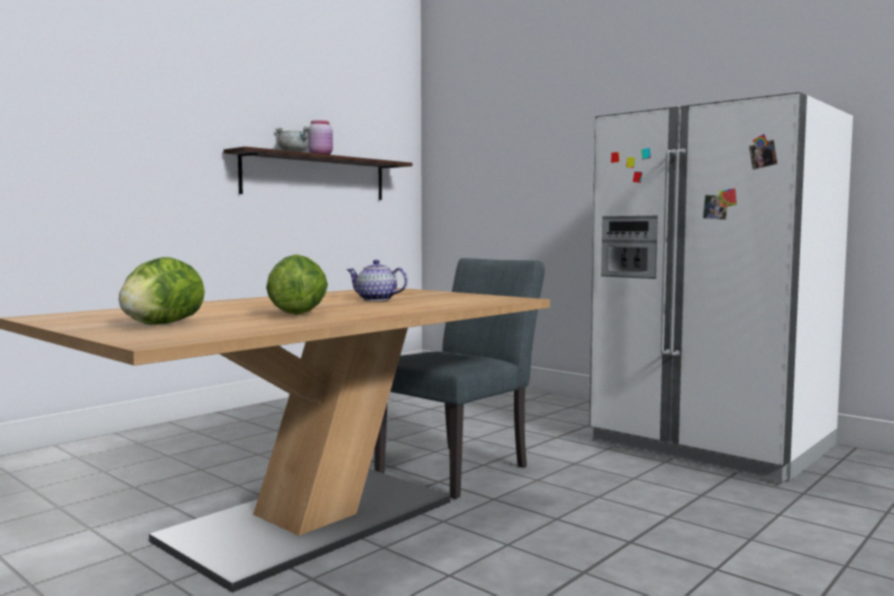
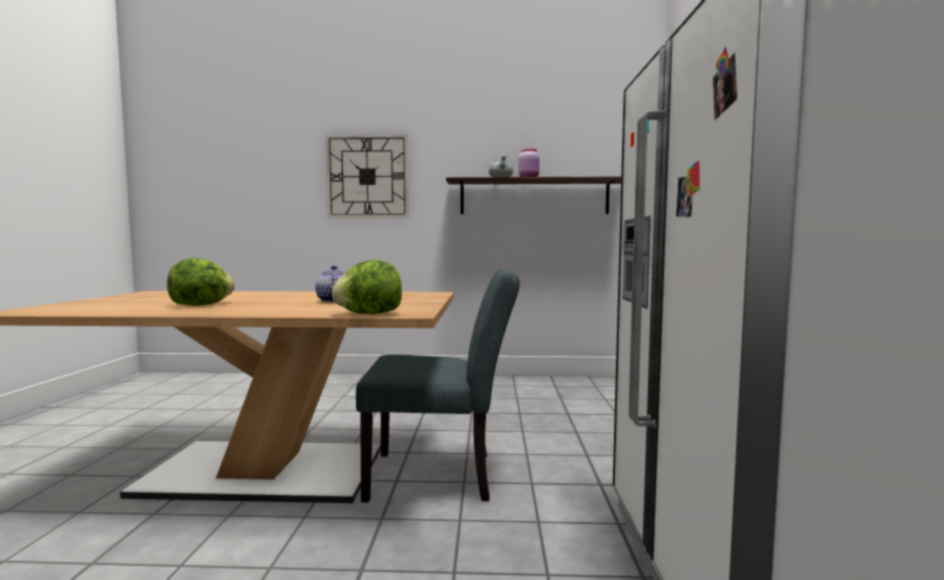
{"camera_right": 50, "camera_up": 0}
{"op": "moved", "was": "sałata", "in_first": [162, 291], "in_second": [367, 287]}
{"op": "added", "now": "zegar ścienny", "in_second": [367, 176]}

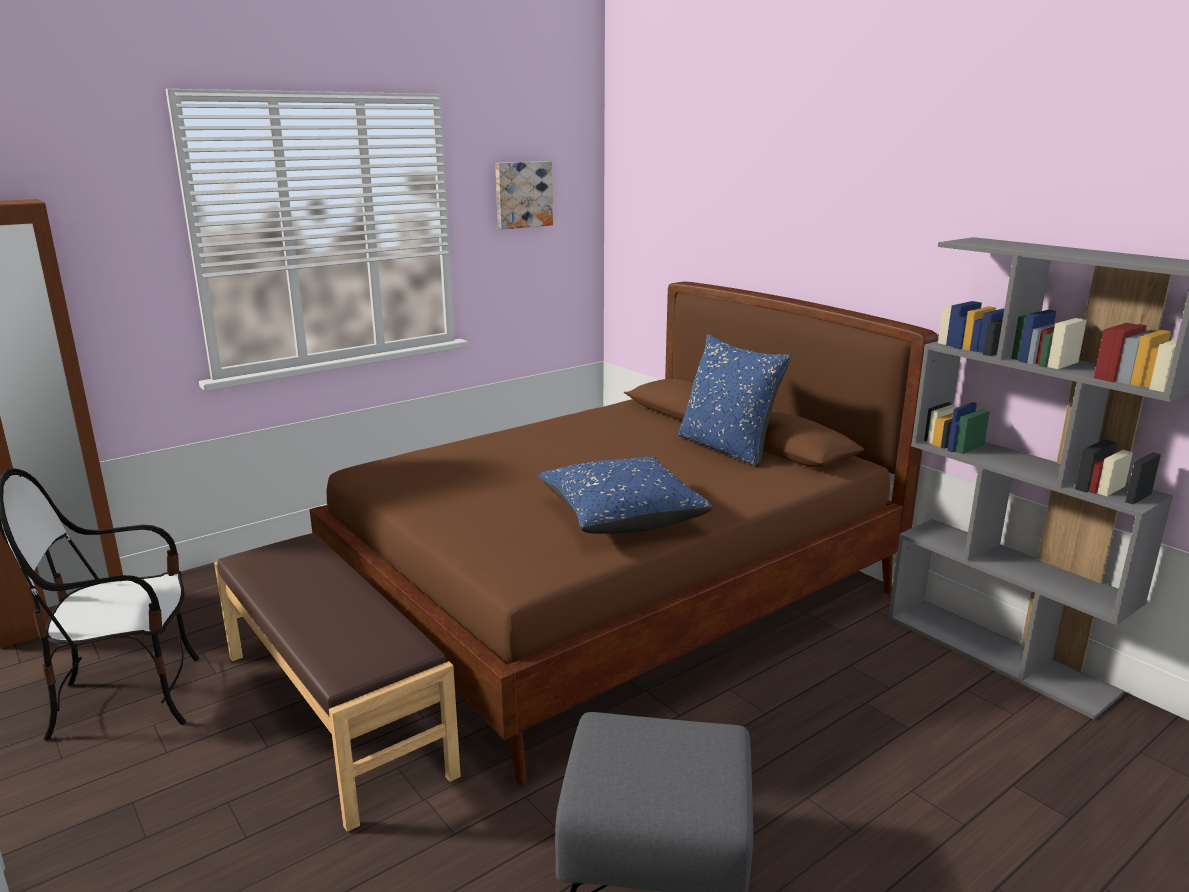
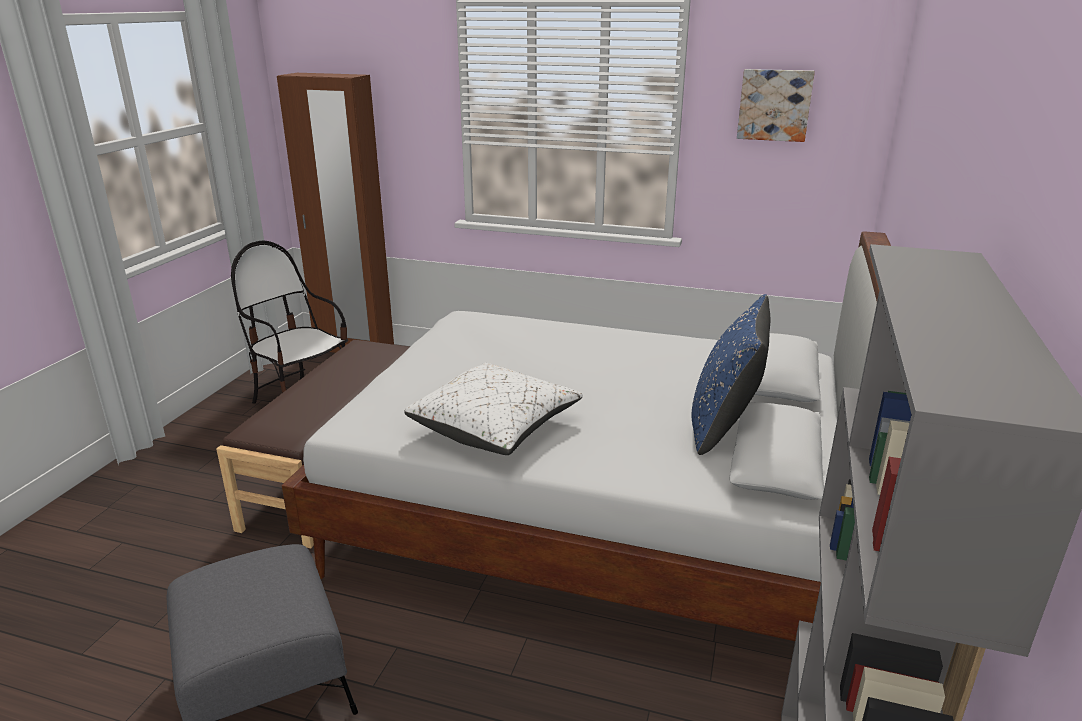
{"camera_right": 55, "camera_up": 5}
{"op": "recoloured", "was": "łóżko/brązowy", "now": "łóżko/biały", "in_first": [623, 533], "in_second": [586, 436]}
{"op": "recoloured", "was": "poduszka/niebieski", "now": "poduszka/biały", "in_first": [625, 495], "in_second": [493, 409]}

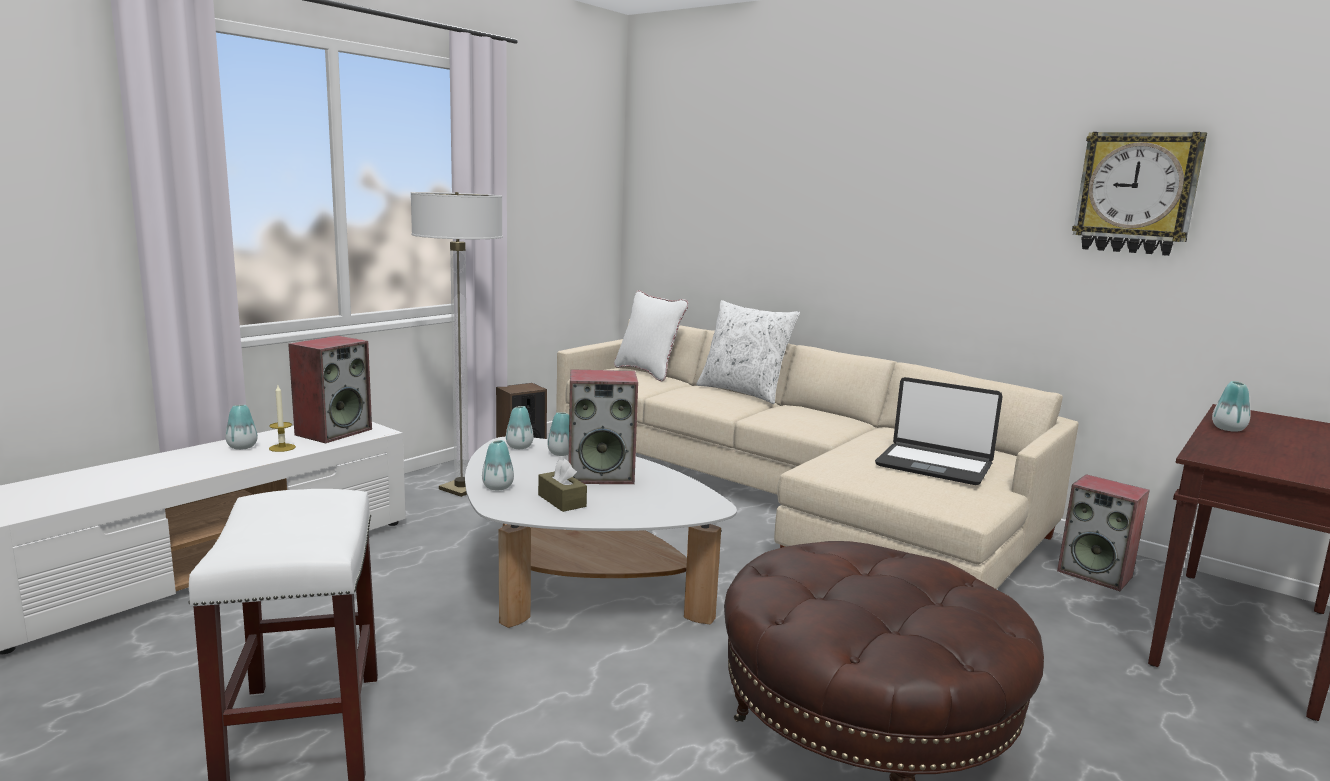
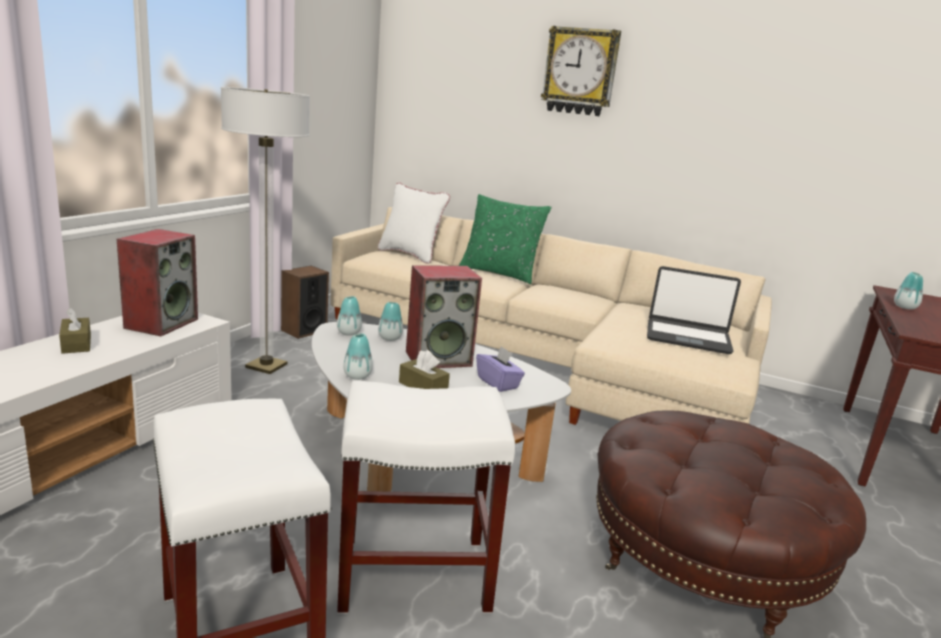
{"camera_right": -15, "camera_up": 5}
{"op": "moved", "was": "zegar ścienny", "in_first": [1139, 194], "in_second": [581, 71]}
{"op": "recoloured", "was": "poduszka/biały", "now": "poduszka/zielony", "in_first": [748, 352], "in_second": [505, 239]}
{"op": "removed", "was": "świeca", "in_first": [282, 418]}
{"op": "replaced", "was": "wazon", "now": "pudełko chusteczek/brązowy", "in_first": [242, 427], "in_second": [75, 330]}
{"op": "removed", "was": "głośnik", "in_first": [1103, 532]}
{"op": "added", "now": "pudełko chusteczek/fioletowy", "in_second": [500, 369]}
{"op": "added", "now": "stołek/biały", "in_second": [426, 497]}

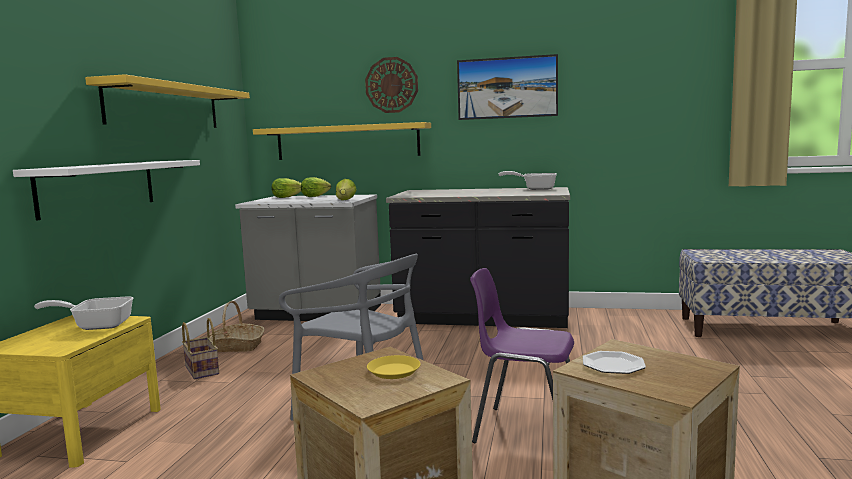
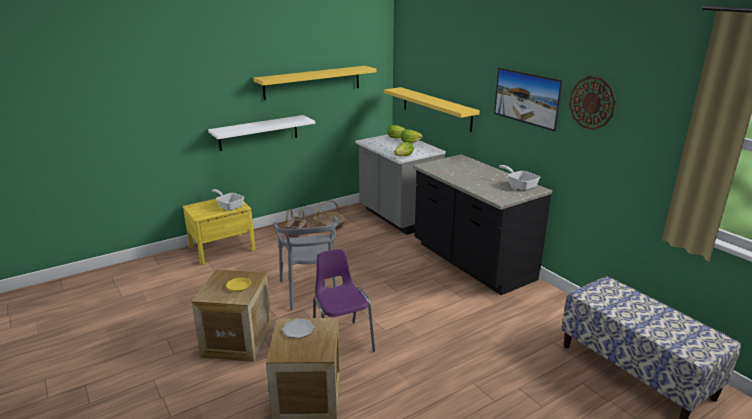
{"camera_right": 45, "camera_up": 15}
{"op": "moved", "was": "zegar ścienny", "in_first": [391, 85], "in_second": [592, 103]}

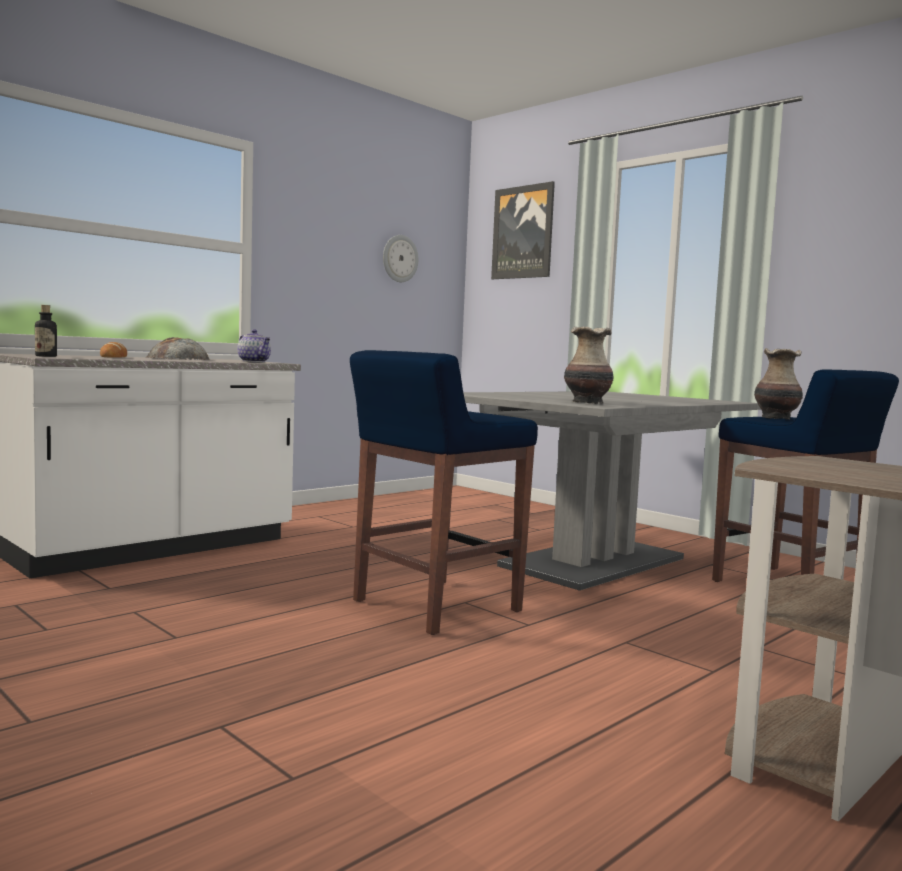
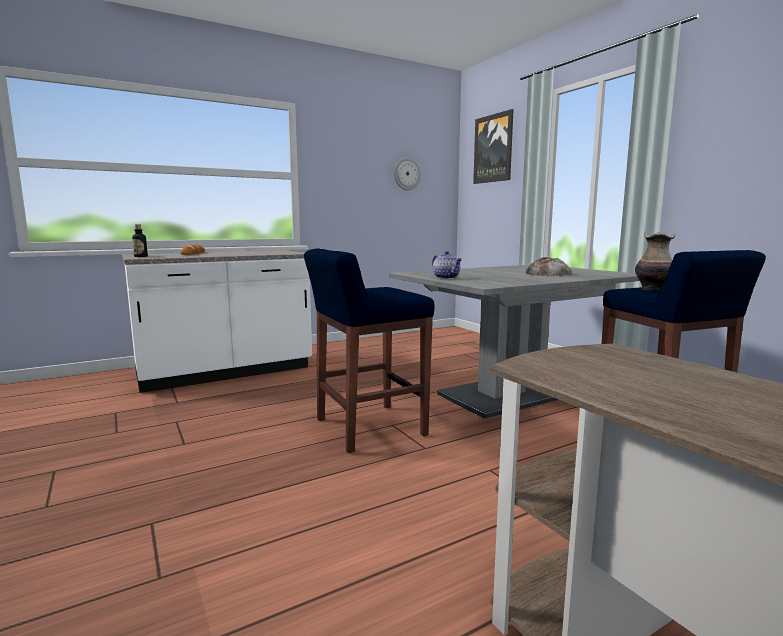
{"camera_right": 15, "camera_up": 5}
{"op": "removed", "was": "wazon", "in_first": [589, 365]}
{"op": "moved", "was": "imbryk", "in_first": [254, 346], "in_second": [447, 265]}
{"op": "moved", "was": "chleb", "in_first": [178, 348], "in_second": [549, 266]}

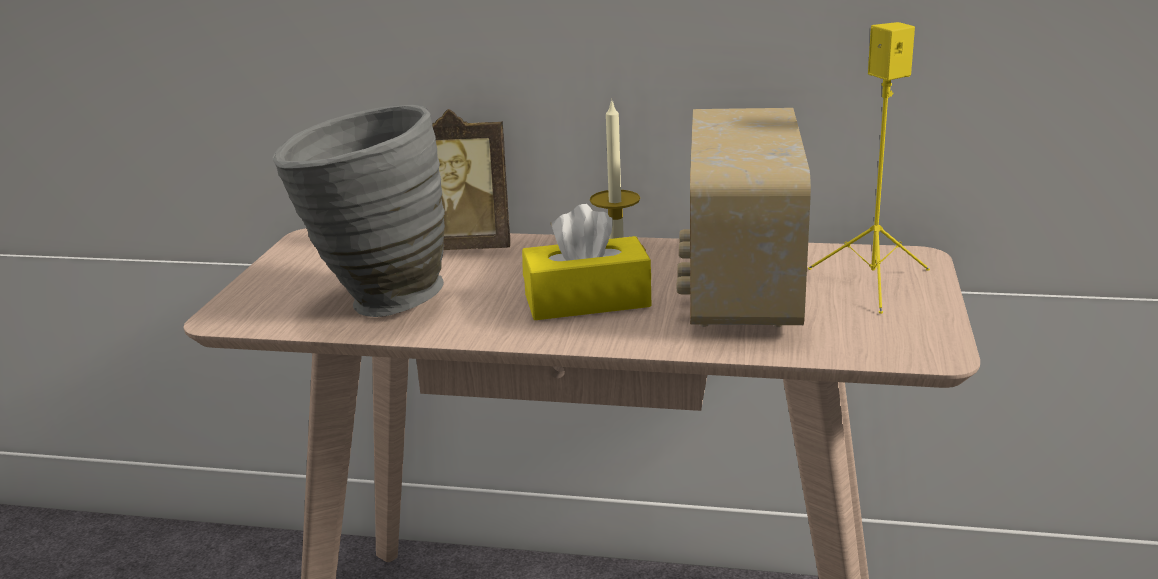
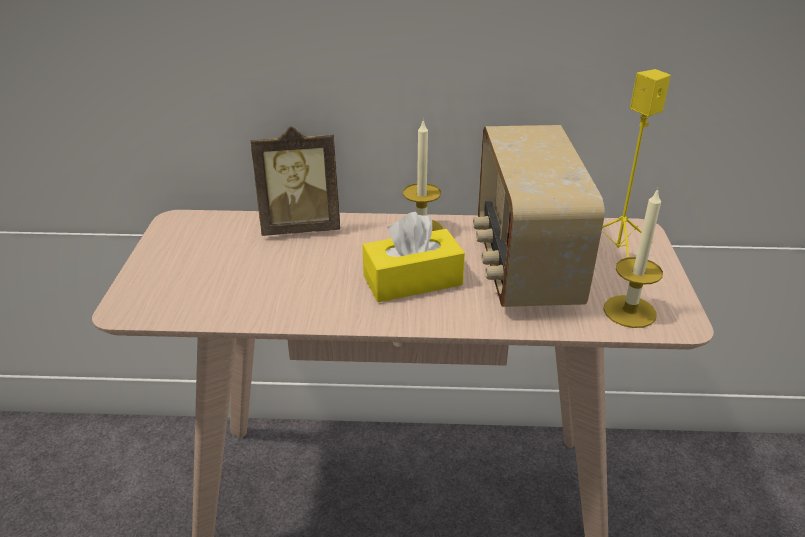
{"camera_right": -10, "camera_up": 10}
{"op": "removed", "was": "wazon/szary", "in_first": [358, 211]}
{"op": "added", "now": "świeca", "in_second": [633, 258]}

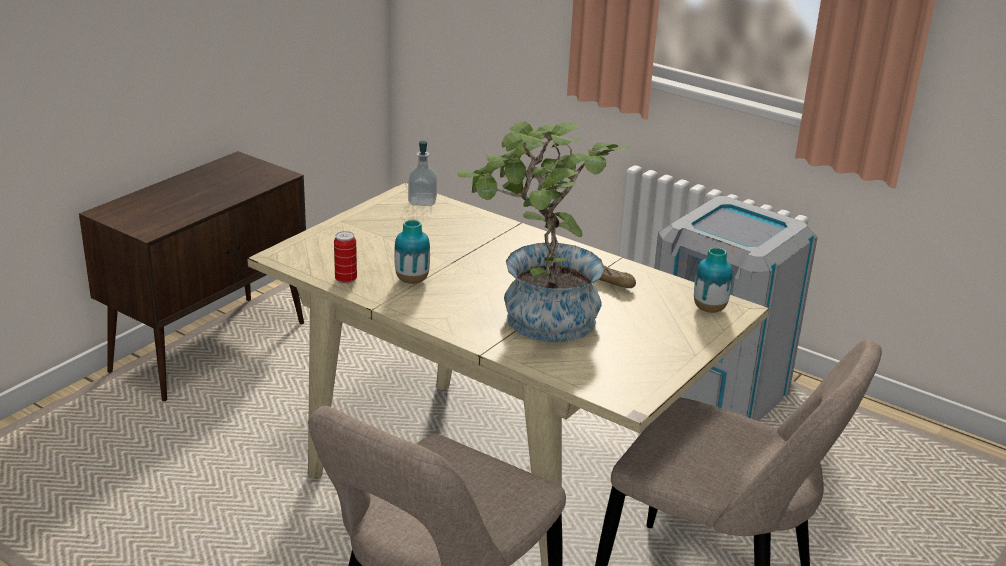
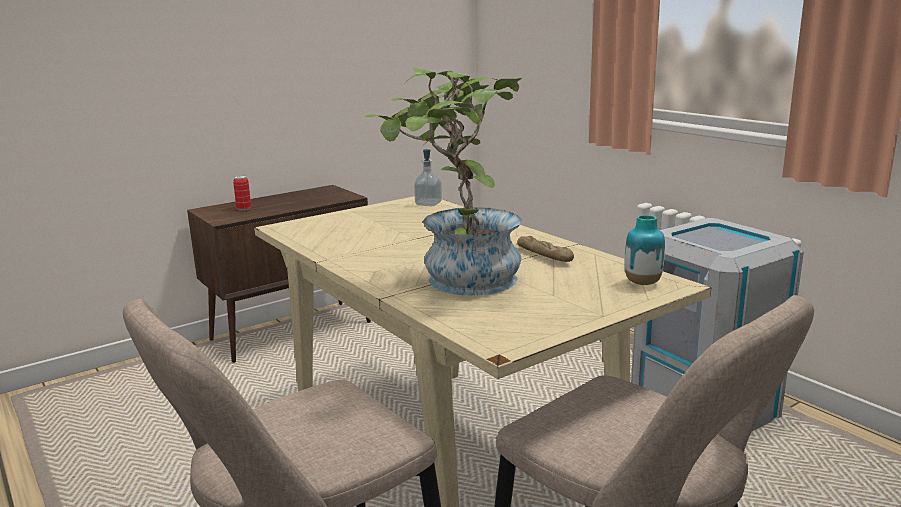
{"camera_right": 20, "camera_up": -10}
{"op": "removed", "was": "wazon", "in_first": [412, 252]}
{"op": "moved", "was": "puszka", "in_first": [345, 257], "in_second": [242, 193]}

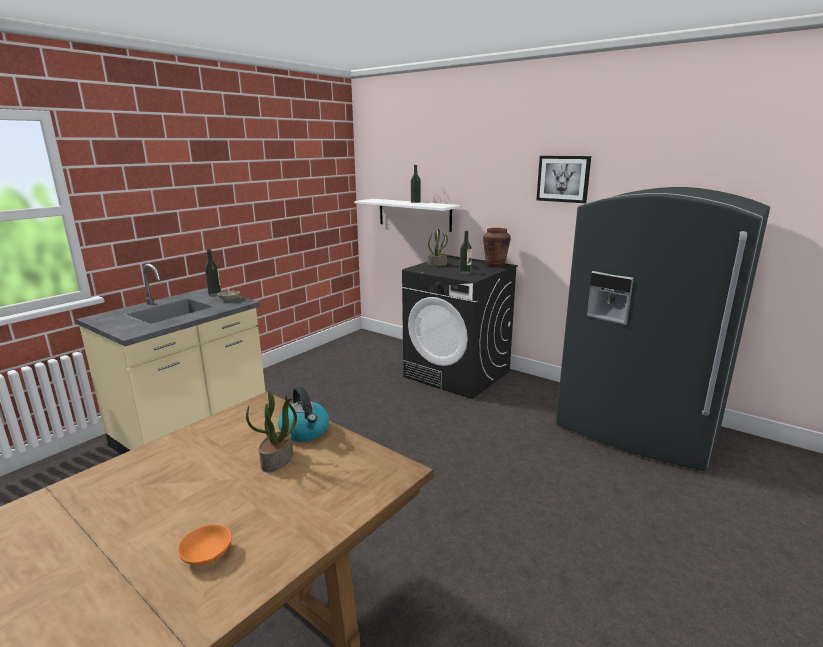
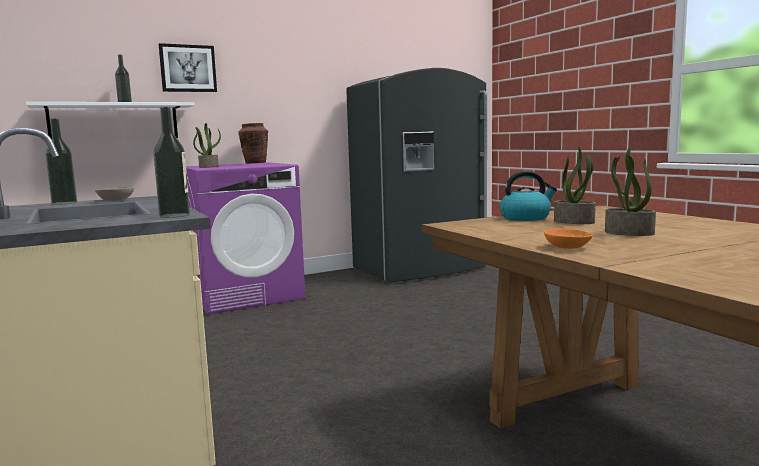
{"camera_right": -65, "camera_up": -10}
{"op": "moved", "was": "obraz", "in_first": [563, 179], "in_second": [188, 67]}
{"op": "moved", "was": "butelka", "in_first": [466, 252], "in_second": [171, 162]}
{"op": "recoloured", "was": "pralka/czarny", "now": "pralka/fioletowy", "in_first": [460, 327], "in_second": [245, 238]}
{"op": "moved", "was": "miska/pomarańczowy", "in_first": [205, 544], "in_second": [568, 238]}
{"op": "added", "now": "roślina doniczkowa", "in_second": [630, 191]}

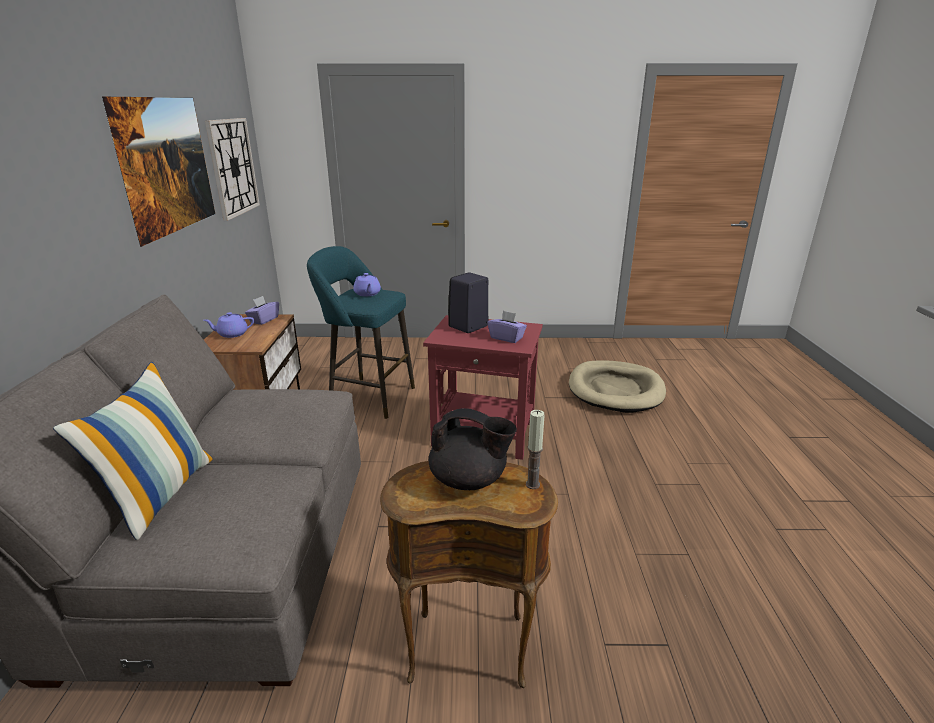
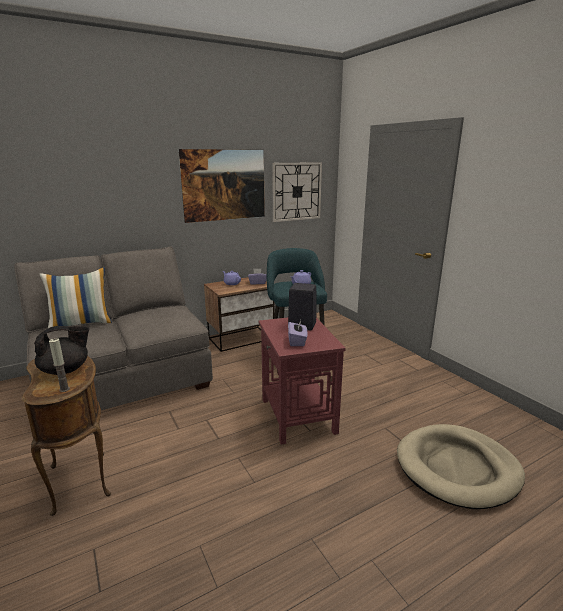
{"camera_right": 60, "camera_up": -5}
{"op": "turned", "was": "imbryk/czarny", "in_first": [473, 449], "in_second": [61, 350], "clockwise": -105}

